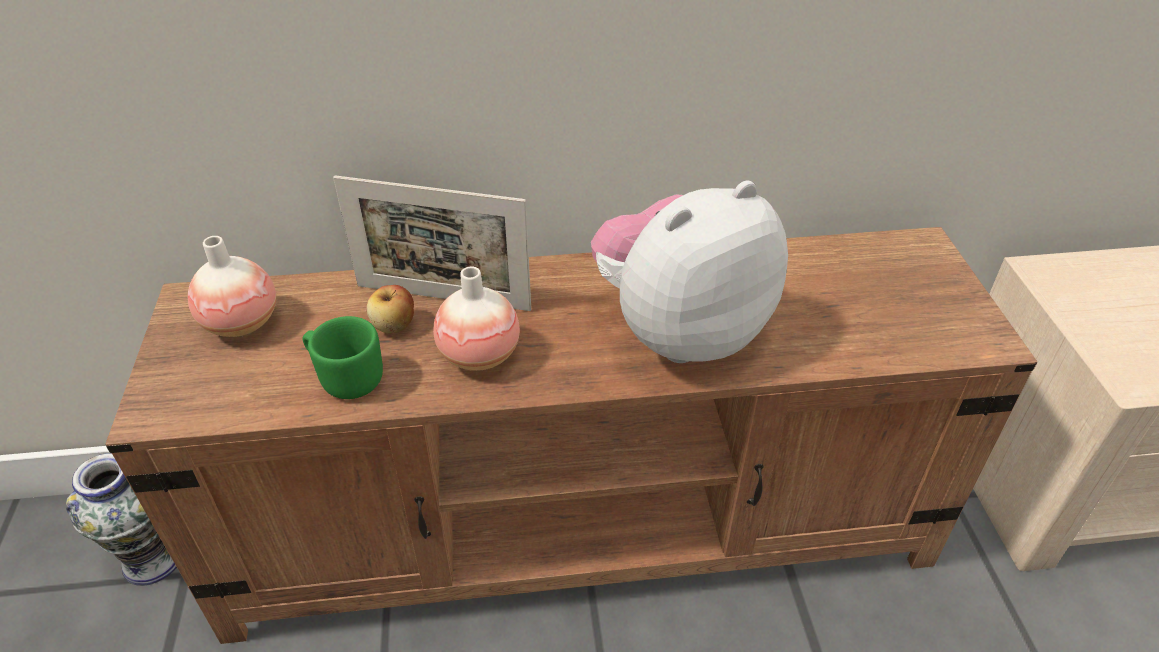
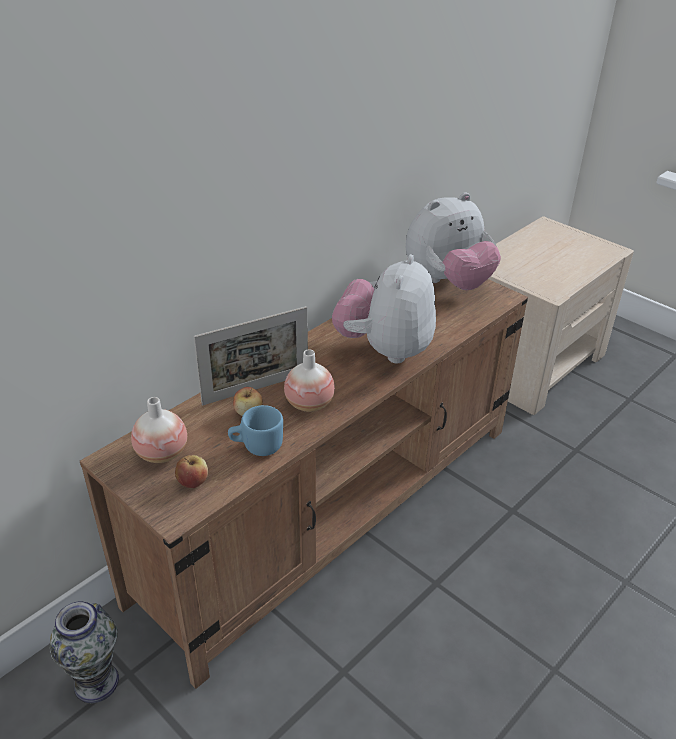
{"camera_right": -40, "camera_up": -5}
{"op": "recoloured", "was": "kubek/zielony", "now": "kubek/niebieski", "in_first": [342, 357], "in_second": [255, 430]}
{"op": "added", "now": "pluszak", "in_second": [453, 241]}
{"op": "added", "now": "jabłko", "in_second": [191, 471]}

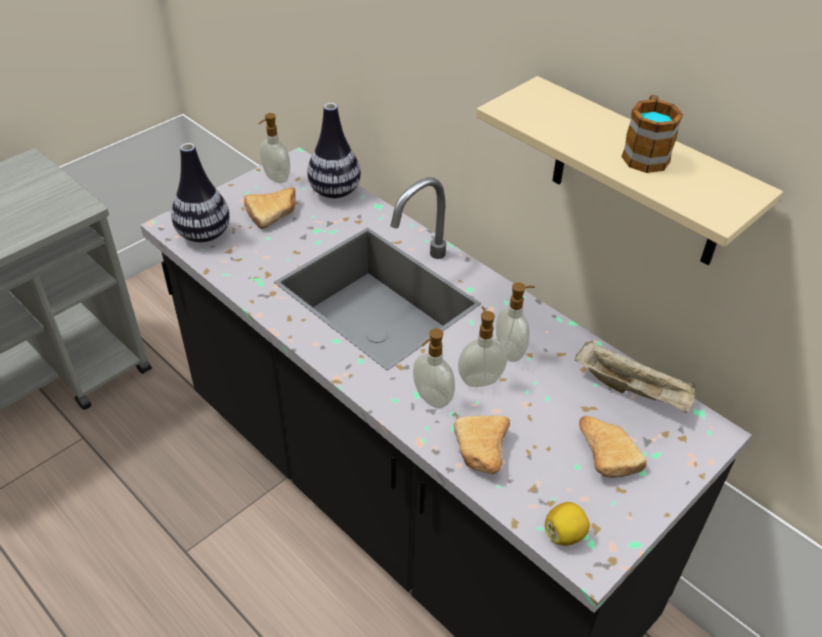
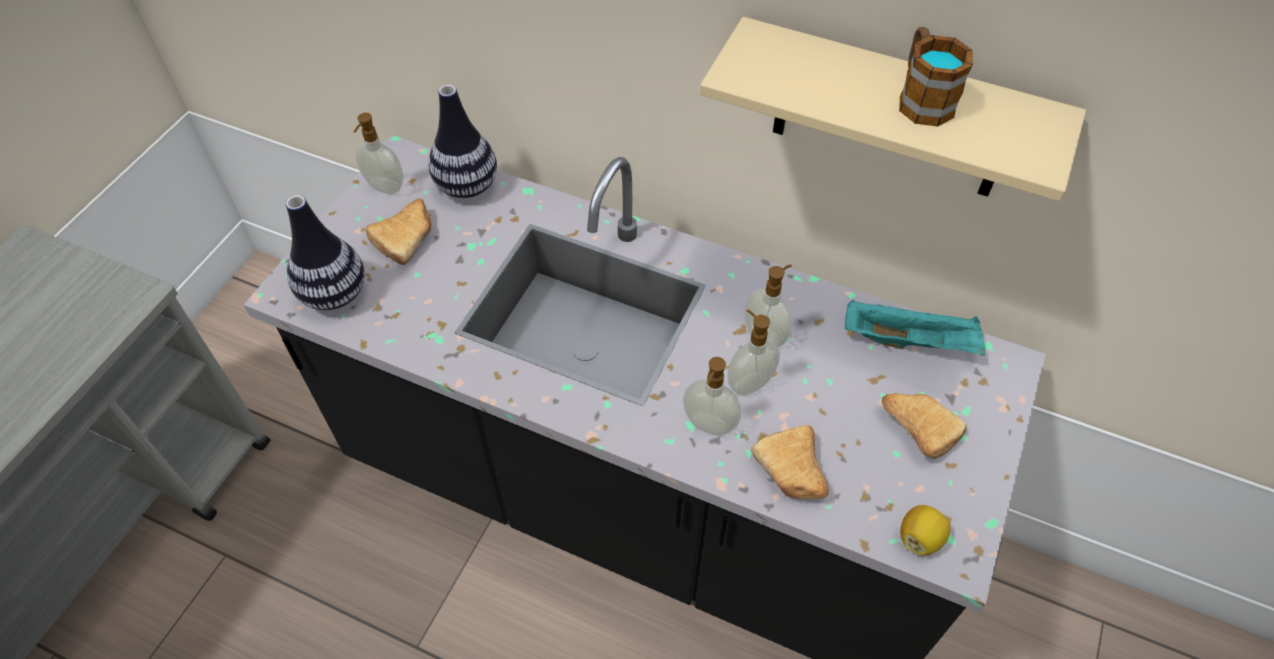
{"camera_right": -20, "camera_up": 10}
{"op": "recoloured", "was": "taca/beżowy", "now": "taca/turkusowy", "in_first": [635, 377], "in_second": [915, 328]}

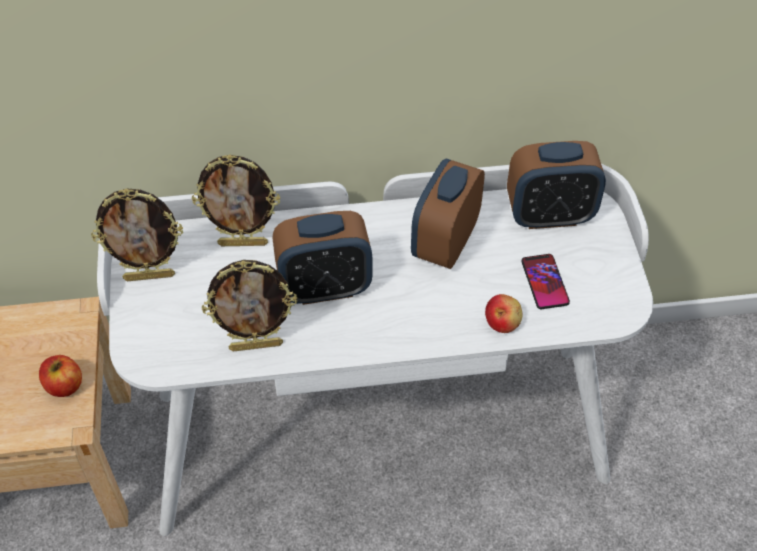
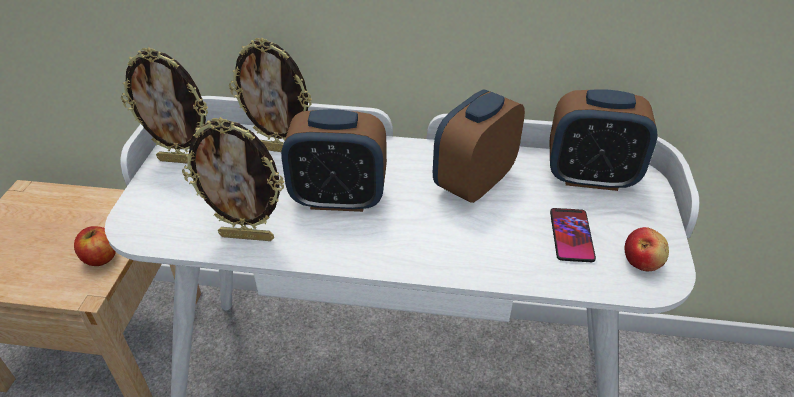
{"camera_right": 15, "camera_up": -10}
{"op": "moved", "was": "jabłko", "in_first": [504, 313], "in_second": [647, 249]}

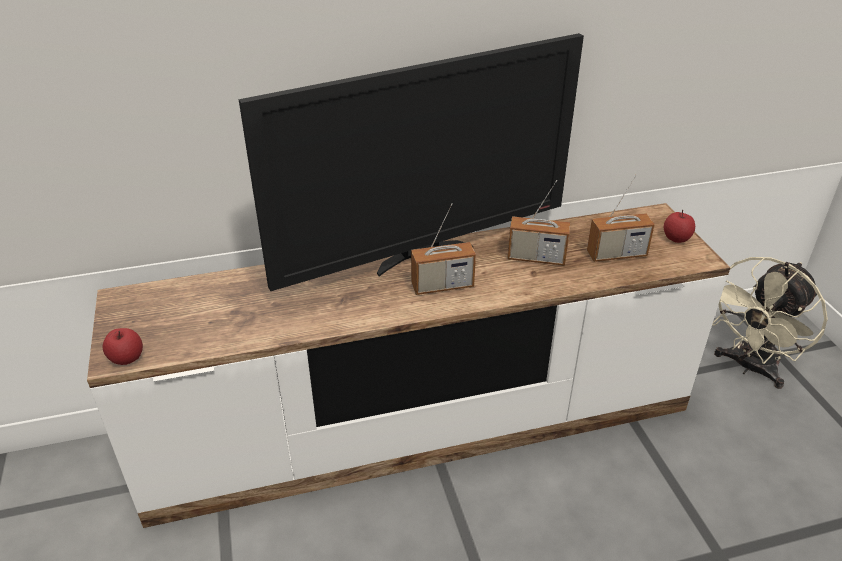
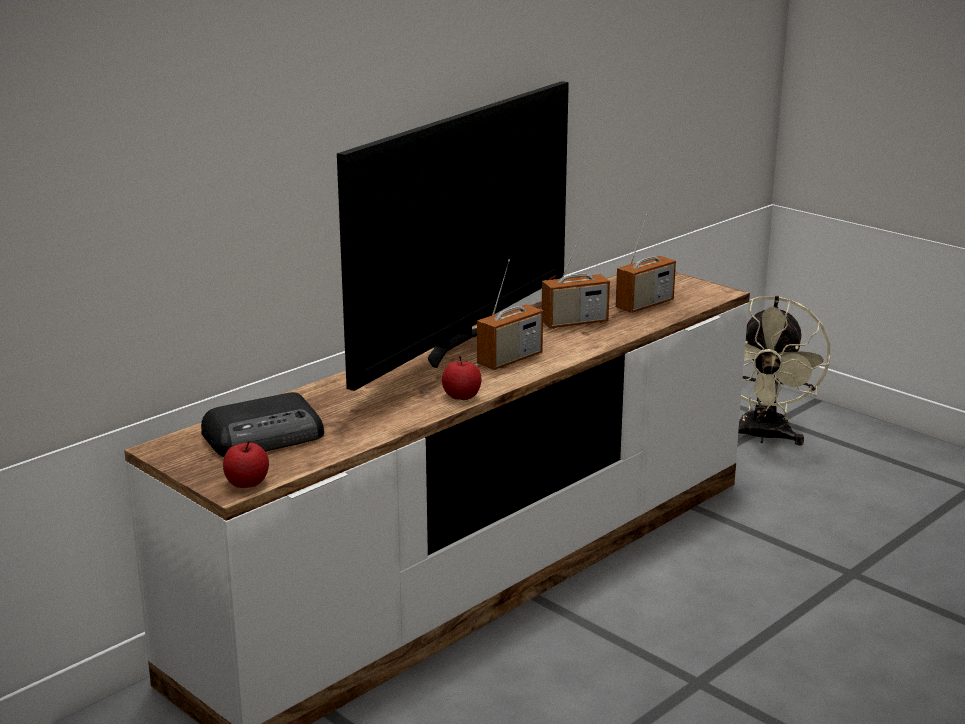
{"camera_right": -30, "camera_up": -15}
{"op": "moved", "was": "jabłko", "in_first": [679, 226], "in_second": [461, 378]}
{"op": "added", "now": "radio", "in_second": [262, 424]}

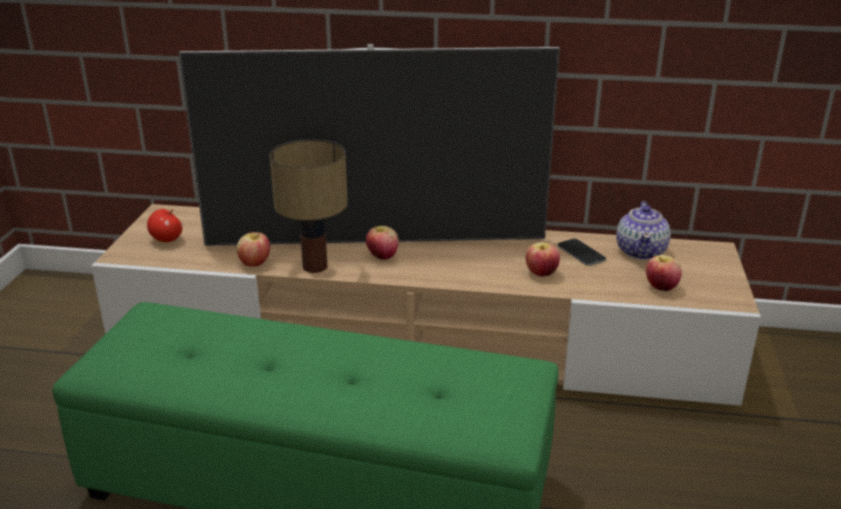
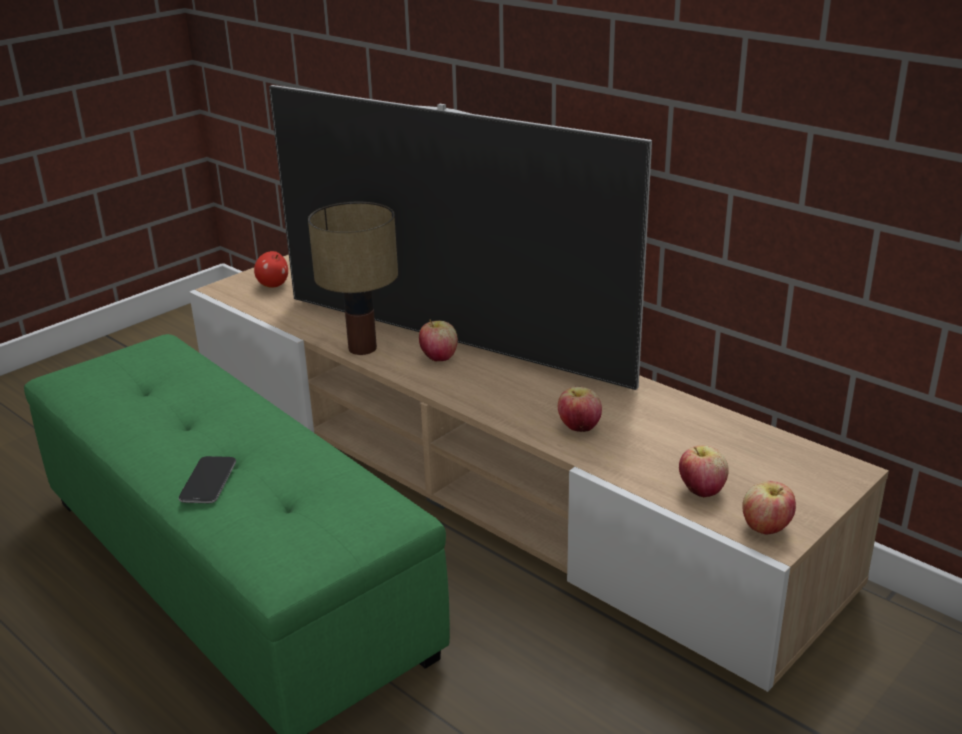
{"camera_right": 35, "camera_up": 0}
{"op": "removed", "was": "imbryk", "in_first": [643, 230]}
{"op": "moved", "was": "jabłko", "in_first": [253, 249], "in_second": [769, 507]}
{"op": "moved", "was": "telefon", "in_first": [582, 252], "in_second": [207, 479]}

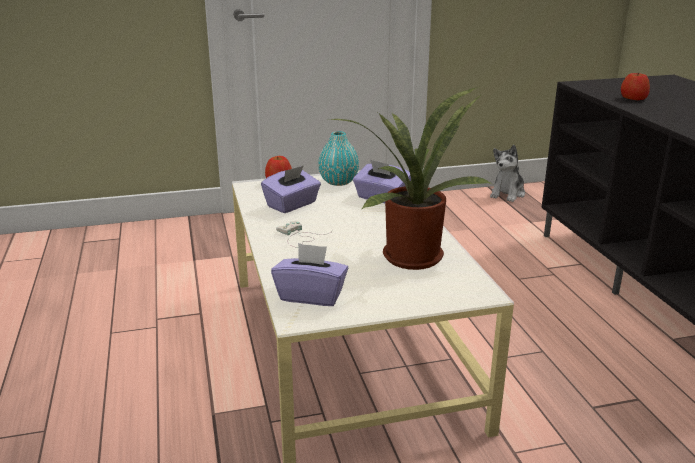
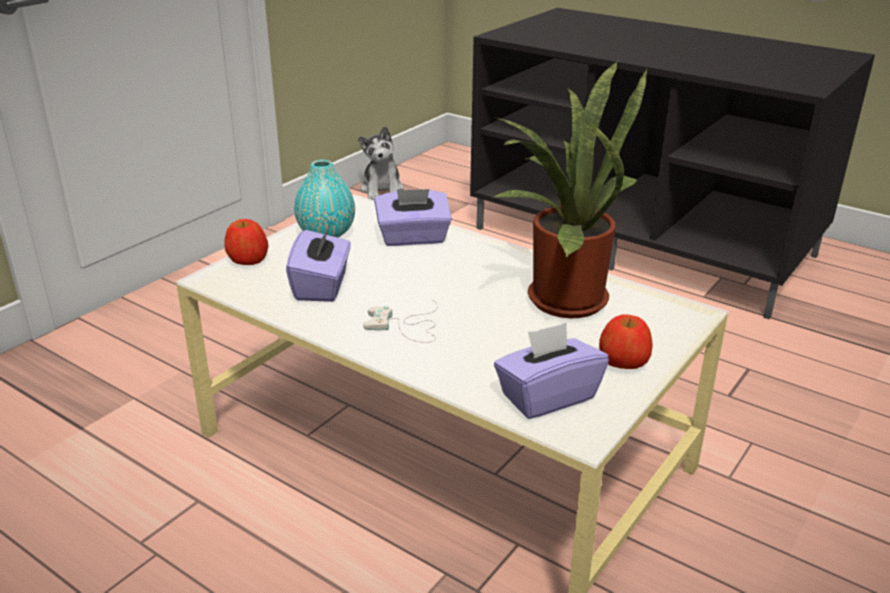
{"camera_right": -40, "camera_up": 5}
{"op": "moved", "was": "jabłko", "in_first": [635, 86], "in_second": [626, 341]}

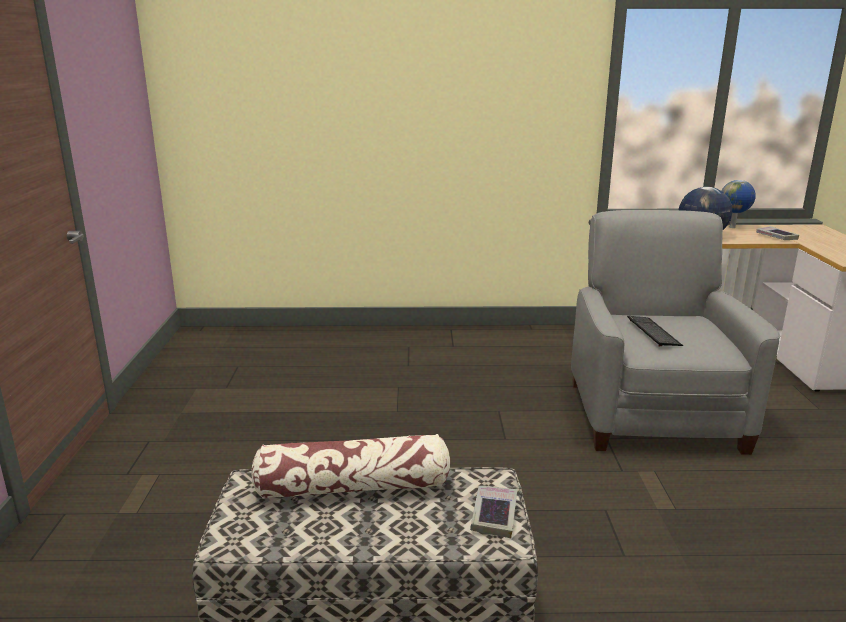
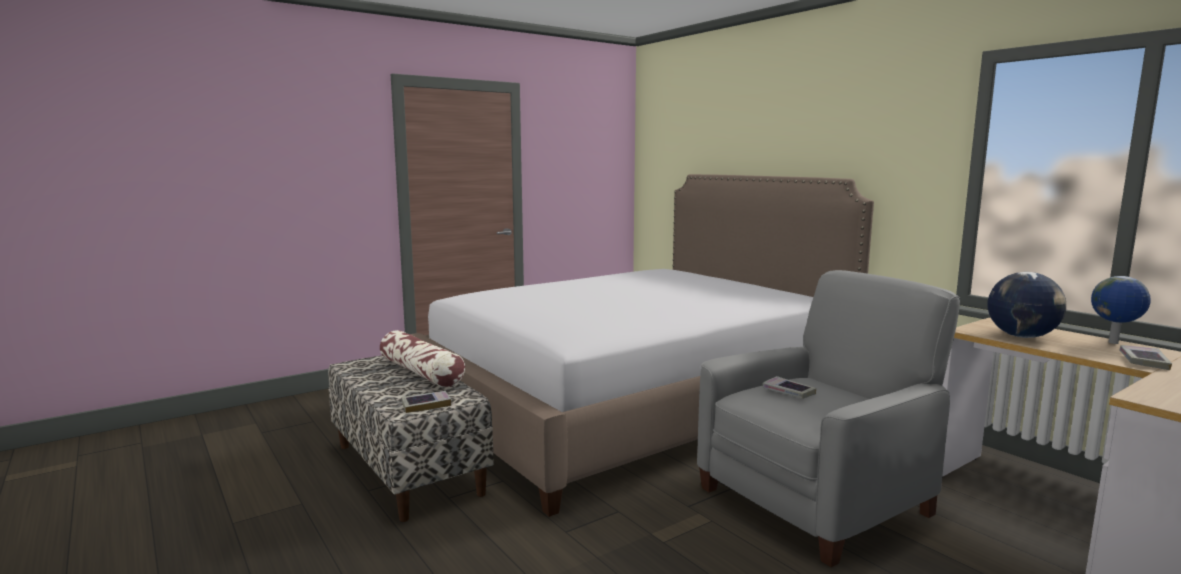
{"camera_right": 55, "camera_up": -10}
{"op": "replaced", "was": "klawiatura", "now": "książka", "in_first": [655, 331], "in_second": [789, 387]}
{"op": "added", "now": "łóżko", "in_second": [642, 345]}

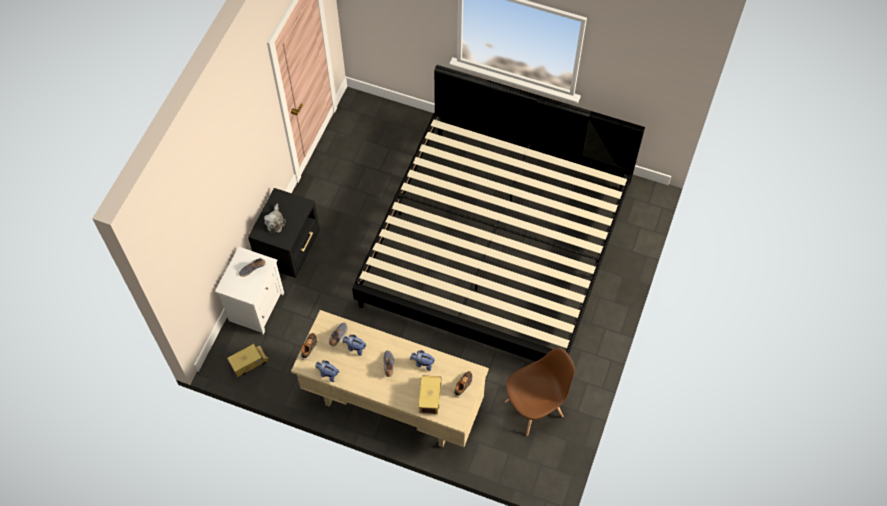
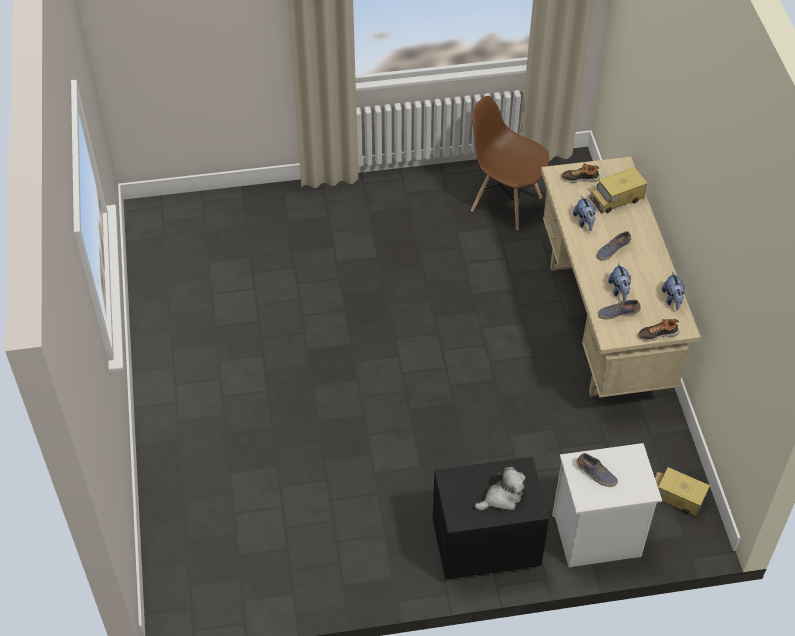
{"camera_right": -120, "camera_up": -10}
{"op": "removed", "was": "łóżko", "in_first": [498, 213]}

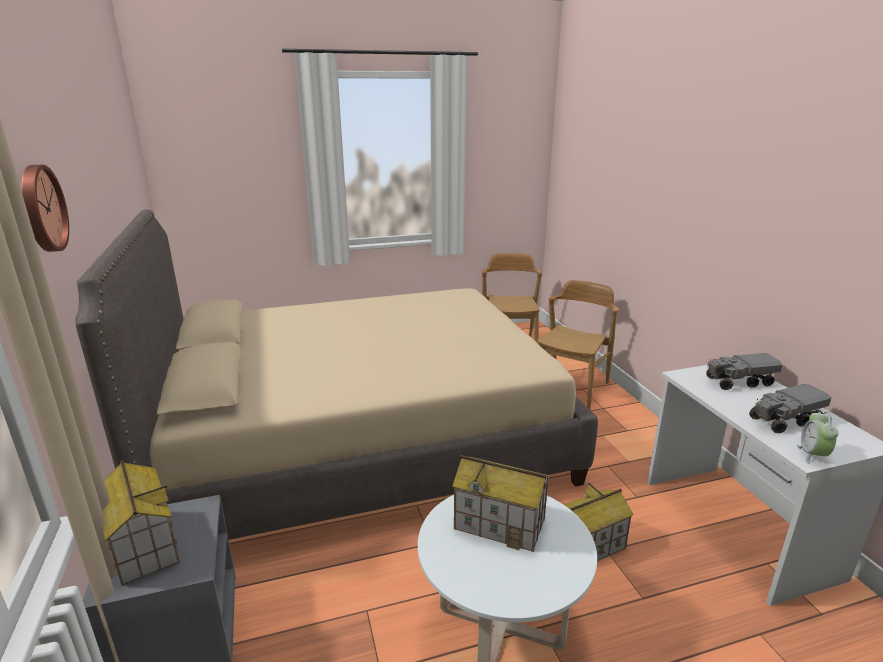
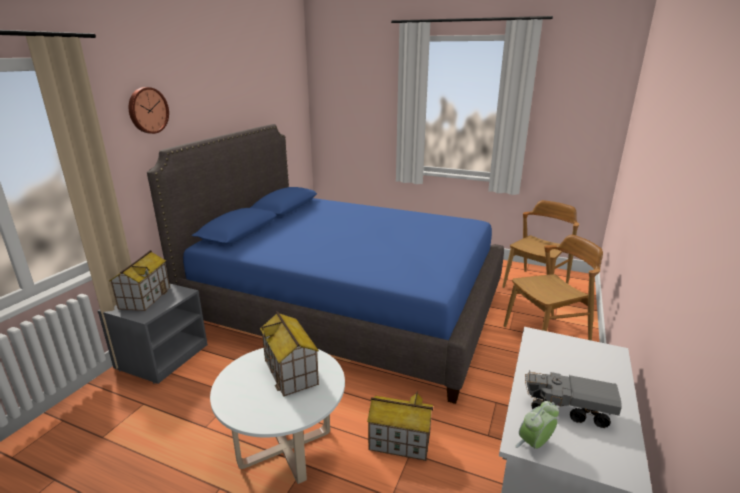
{"camera_right": 40, "camera_up": 0}
{"op": "recoloured", "was": "łóżko/beżowy", "now": "łóżko/niebieski", "in_first": [336, 374], "in_second": [325, 264]}
{"op": "removed", "was": "ciężarówka zabawkowa", "in_first": [744, 371]}

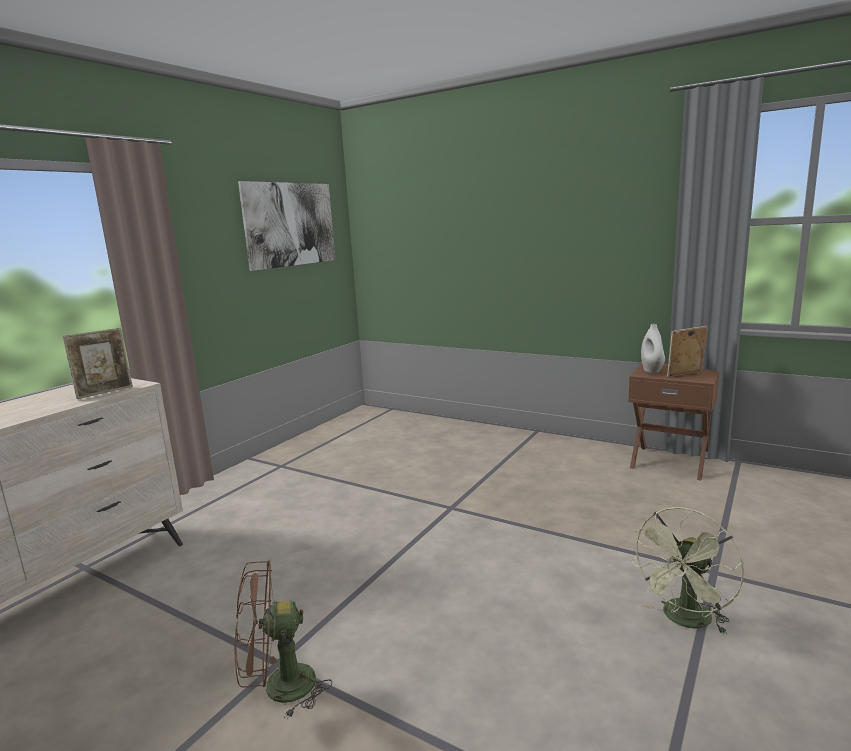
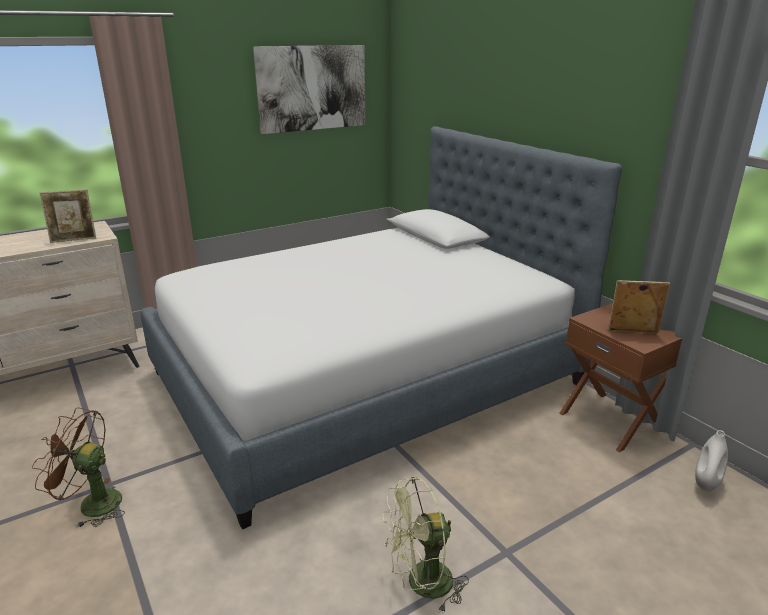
{"camera_right": 25, "camera_up": 10}
{"op": "moved", "was": "wazon/biały", "in_first": [653, 348], "in_second": [711, 460]}
{"op": "added", "now": "łóżko", "in_second": [381, 327]}

